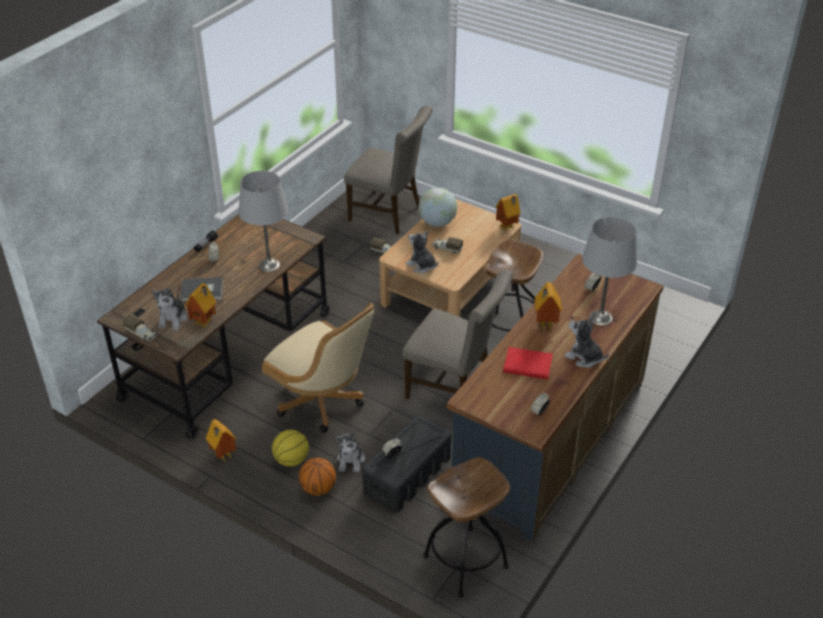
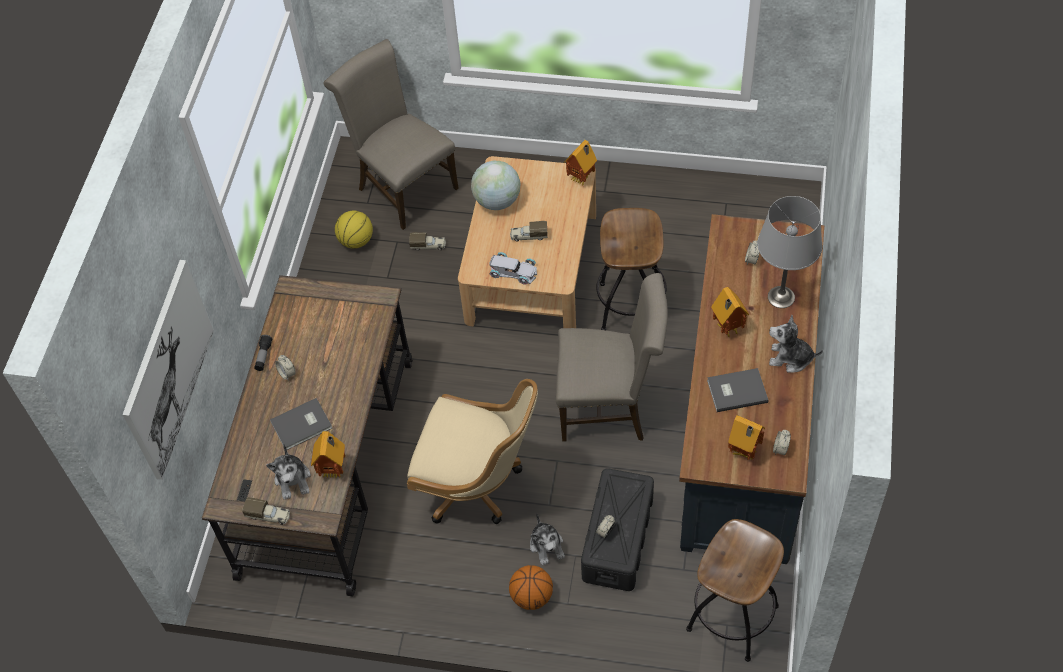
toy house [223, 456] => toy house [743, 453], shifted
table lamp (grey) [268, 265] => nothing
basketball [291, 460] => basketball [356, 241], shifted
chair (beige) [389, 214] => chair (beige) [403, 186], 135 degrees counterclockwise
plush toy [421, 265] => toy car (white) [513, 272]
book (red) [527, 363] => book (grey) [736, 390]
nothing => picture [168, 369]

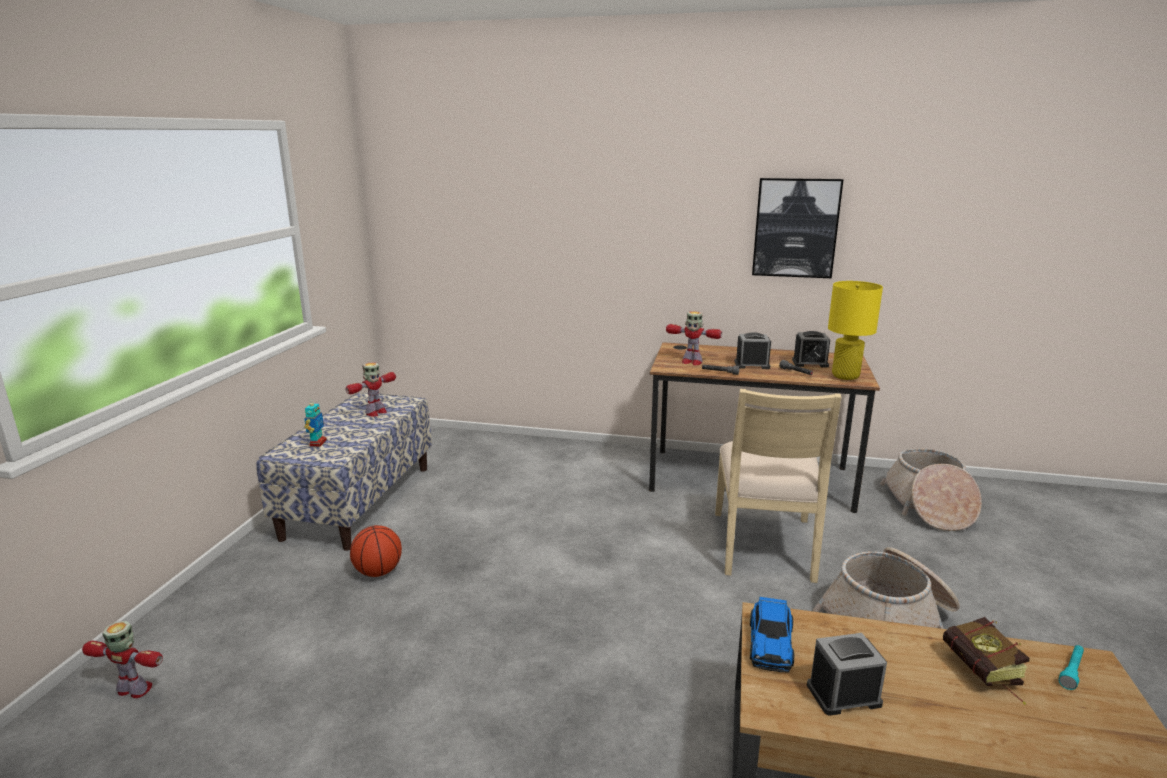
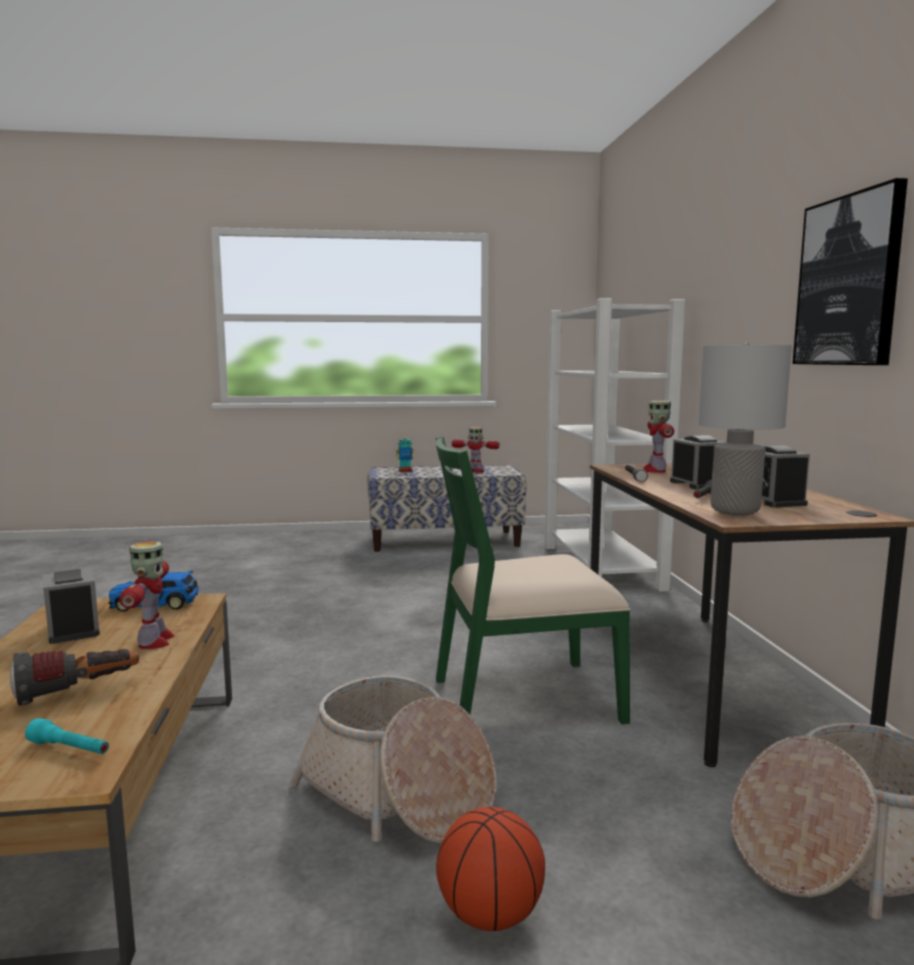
toy robot [135, 690] => toy robot [154, 641], shifted
basketball [378, 572] => basketball [490, 914], shifted
chair (beige) [765, 546] => chair (green) [523, 698]
table lamp (yellow) [845, 377] => table lamp (grey) [735, 513]
book [985, 676] => flashlight [79, 692]
nothing => bookcase (white) [601, 567]

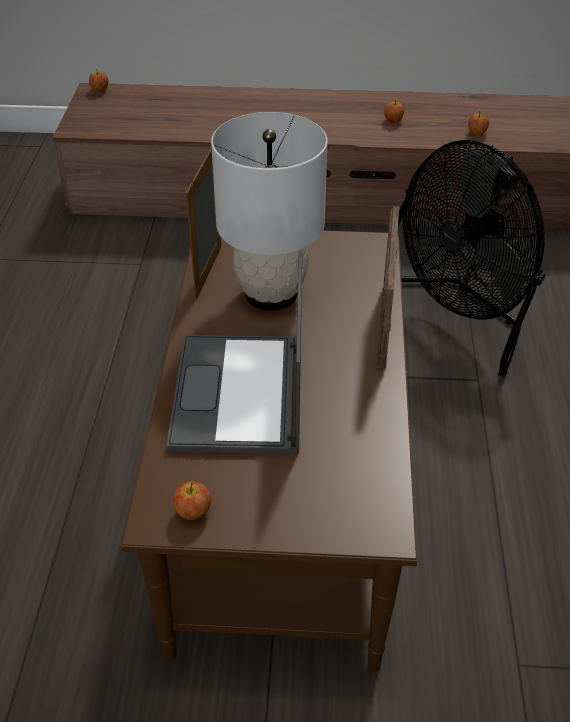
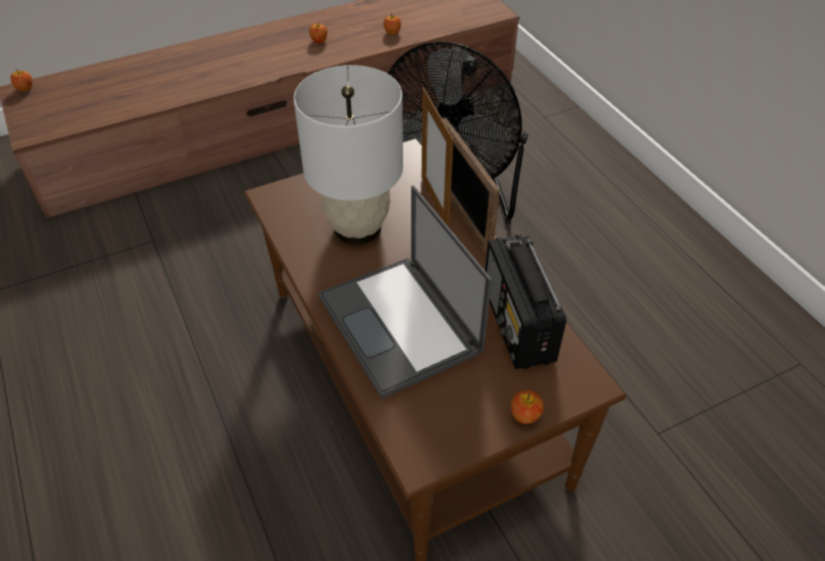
apple [193, 511] => apple [525, 415], shifted
picture frame [209, 272] => picture frame [434, 203], shifted
nothing => radio [518, 325]

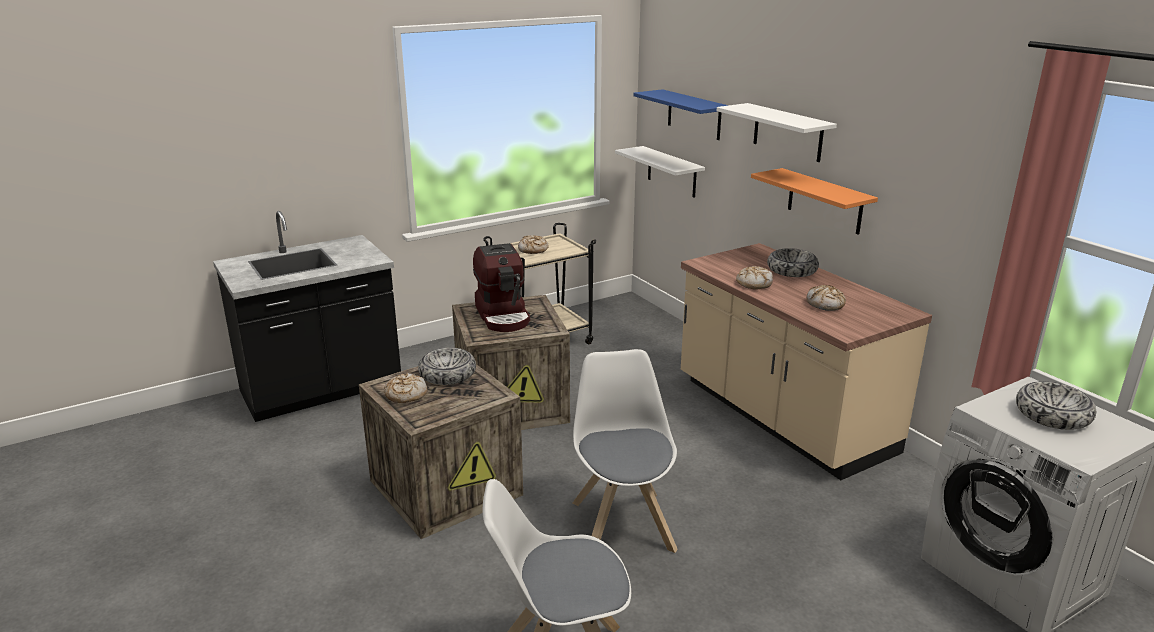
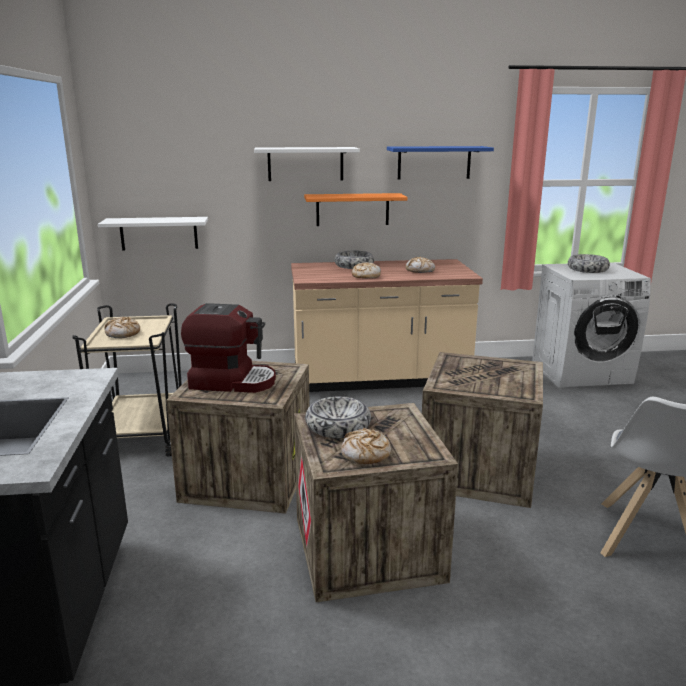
chair [622, 523] => crate [476, 469]
shelf (blue) [694, 114] => shelf (blue) [434, 162], shifted

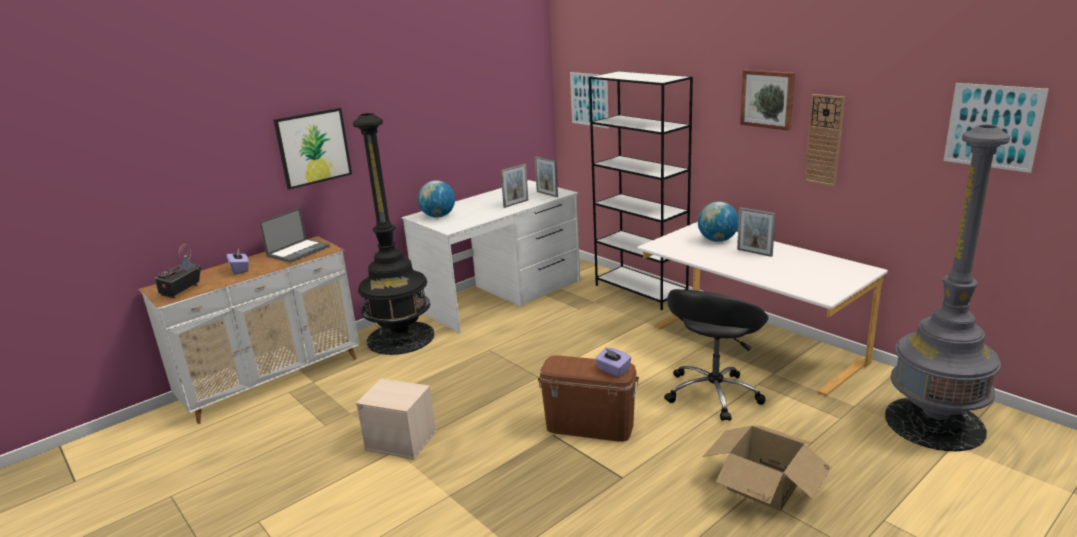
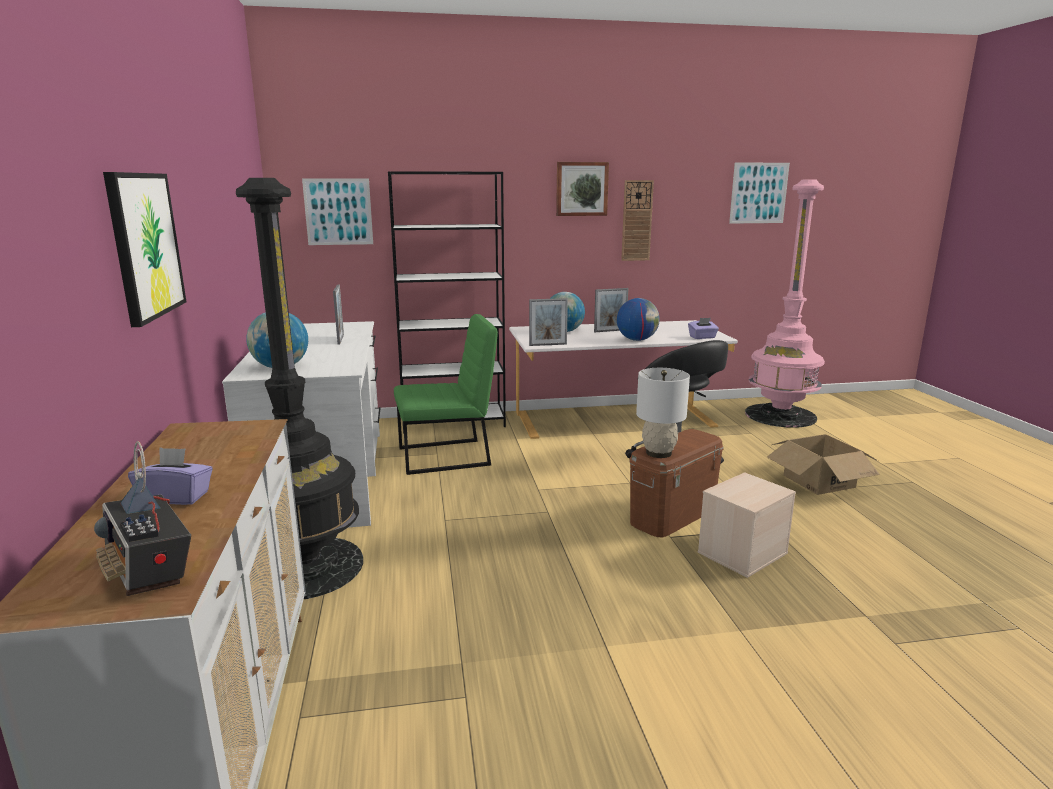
laptop [299, 251] => nothing
storage box (beige) [402, 440] => storage box (beige) [742, 552], shifted
picture frame [547, 194] => picture frame [548, 345], shifted
tissue box (purple) [613, 370] => tissue box (purple) [702, 337], shifted
floor lamp (grey) [934, 423] => floor lamp (pink) [780, 415]
nothing => chair (green) [447, 456]
nothing => globe [636, 340]
nothing => table lamp (white) [658, 453]

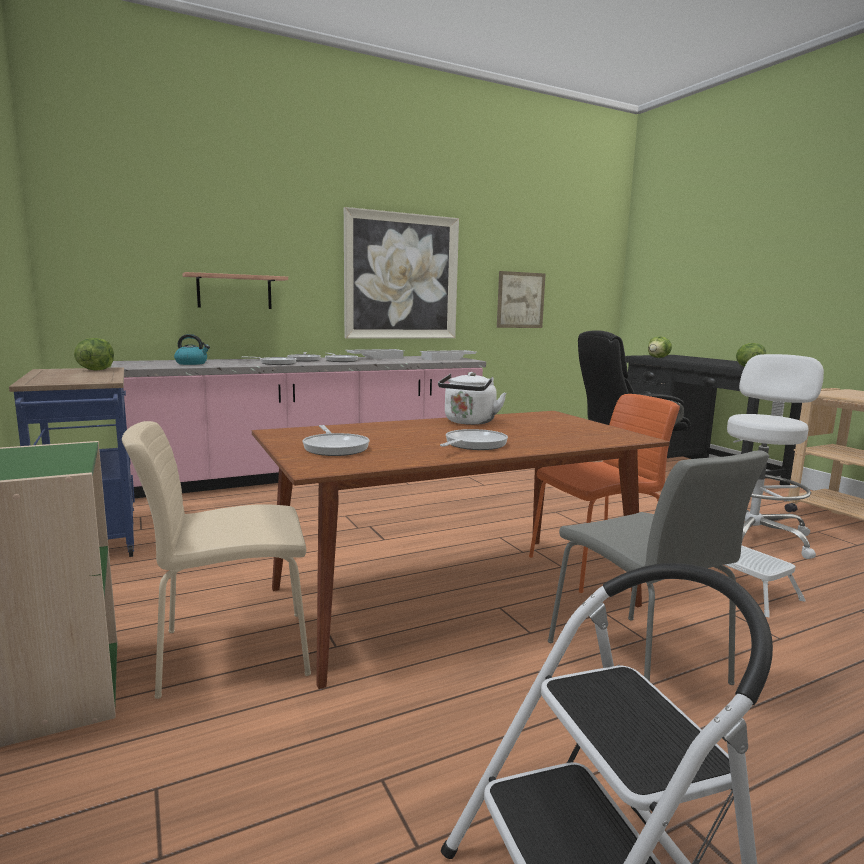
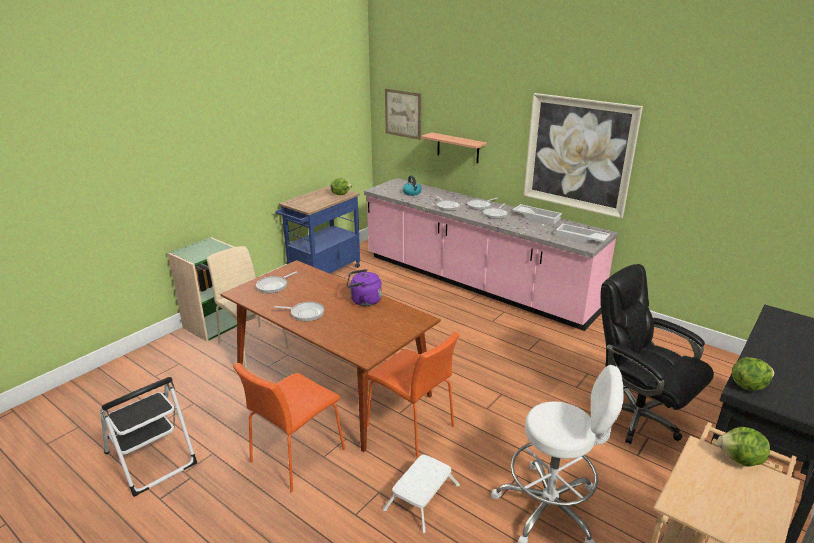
kettle (white) [469, 422] => kettle (purple) [364, 301]
picture [520, 300] => picture [403, 113], shifted
chair (grey) [641, 665] => chair (orange) [295, 457]
lettuce [658, 357] => lettuce [740, 460], shifted

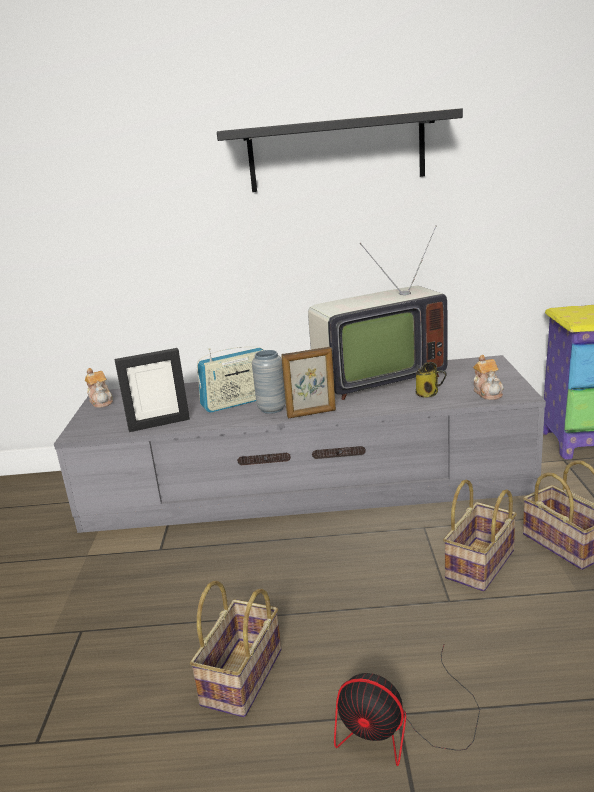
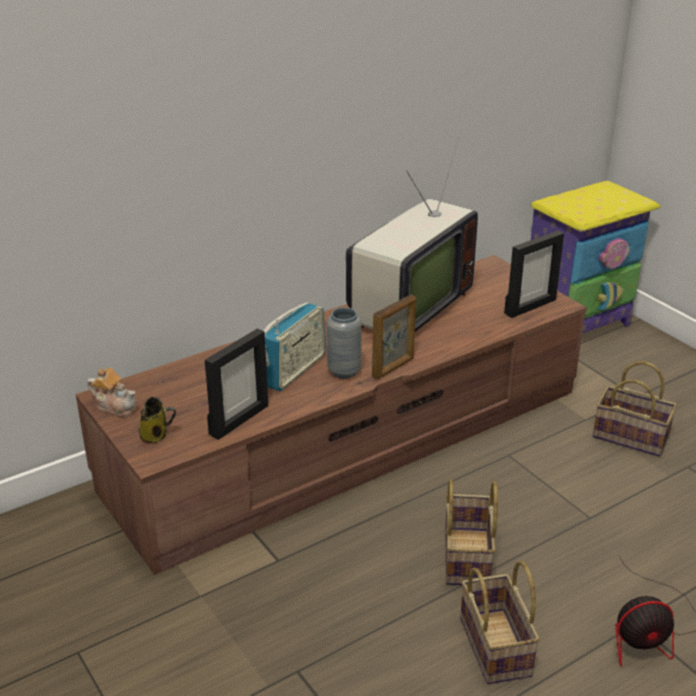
tv stand (grey) [306, 481] => tv stand (brown) [348, 436]
shelf (black) [336, 152] => nothing
mug [428, 394] => mug [155, 435], shifted
basket [480, 566] => basket [468, 559], shifted
teapot [488, 392] => picture frame [530, 306]

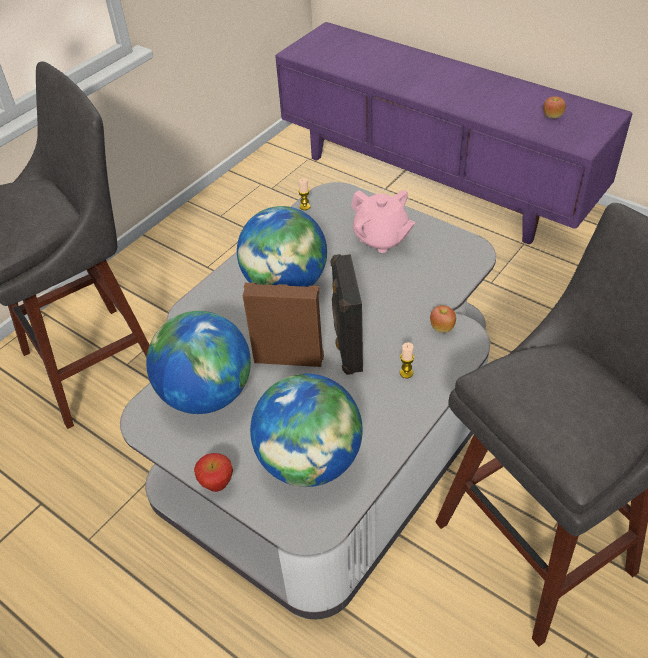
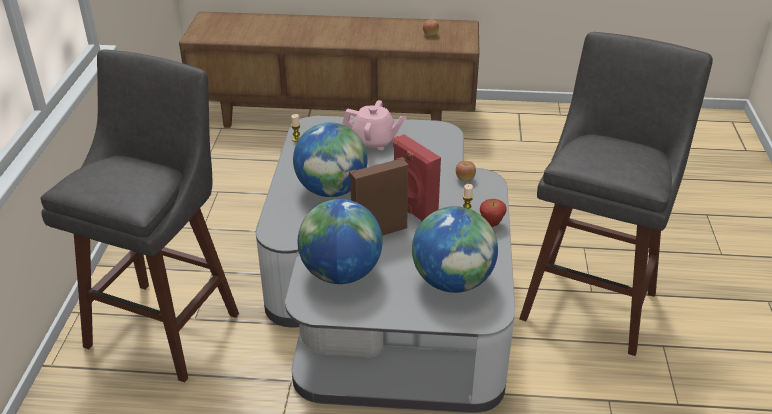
apple [217, 485] => apple [491, 224], shifted
tv stand (purple) [436, 176] => tv stand (brown) [336, 112]
speaker (black) [346, 348] => speaker (red) [413, 211]

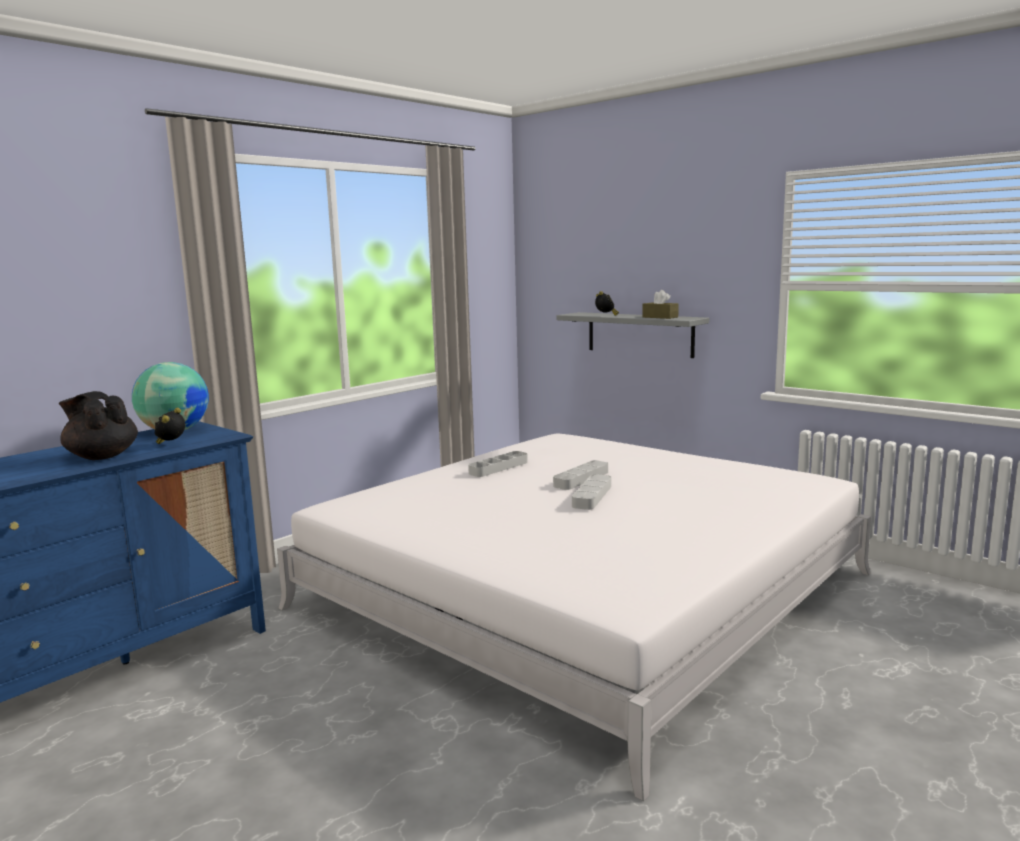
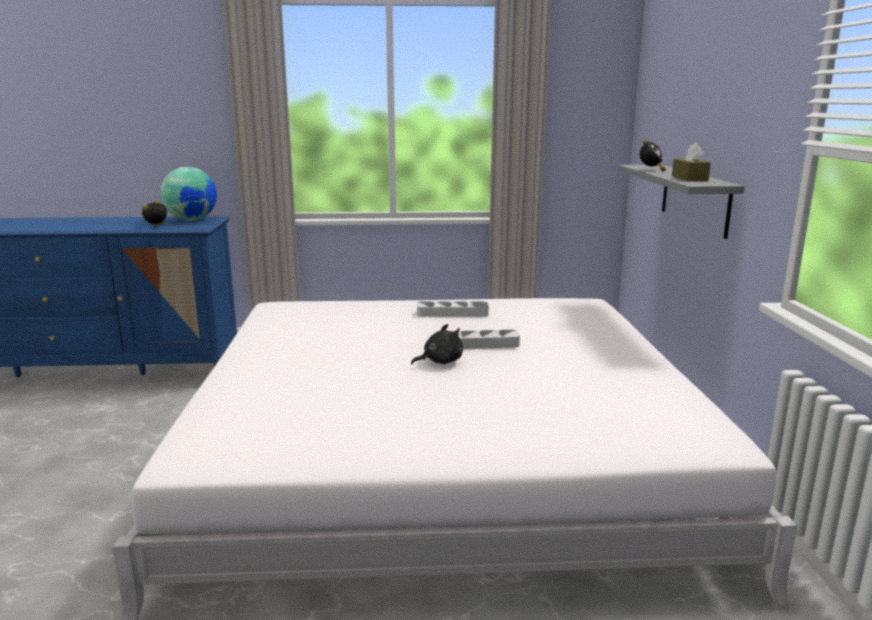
teapot (black) [102, 456] => nothing
tray (grey) [592, 496] => plush toy (black) [440, 361]

